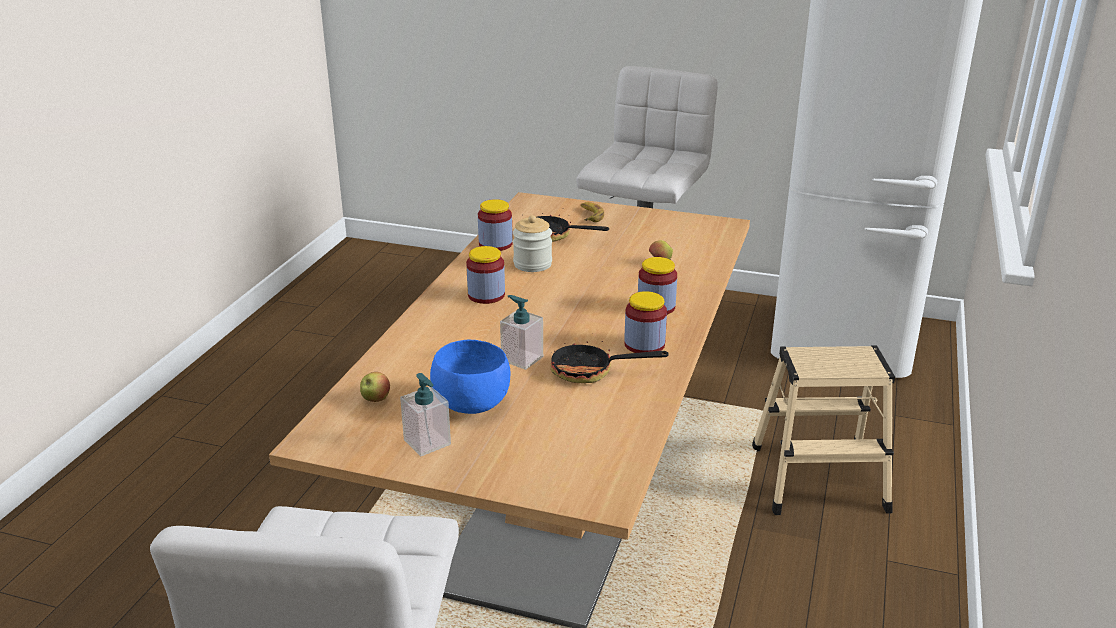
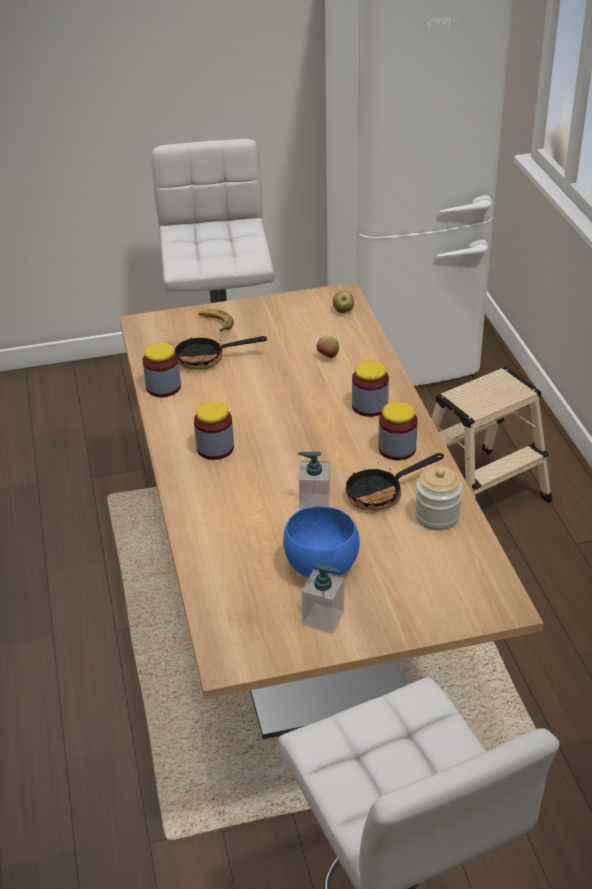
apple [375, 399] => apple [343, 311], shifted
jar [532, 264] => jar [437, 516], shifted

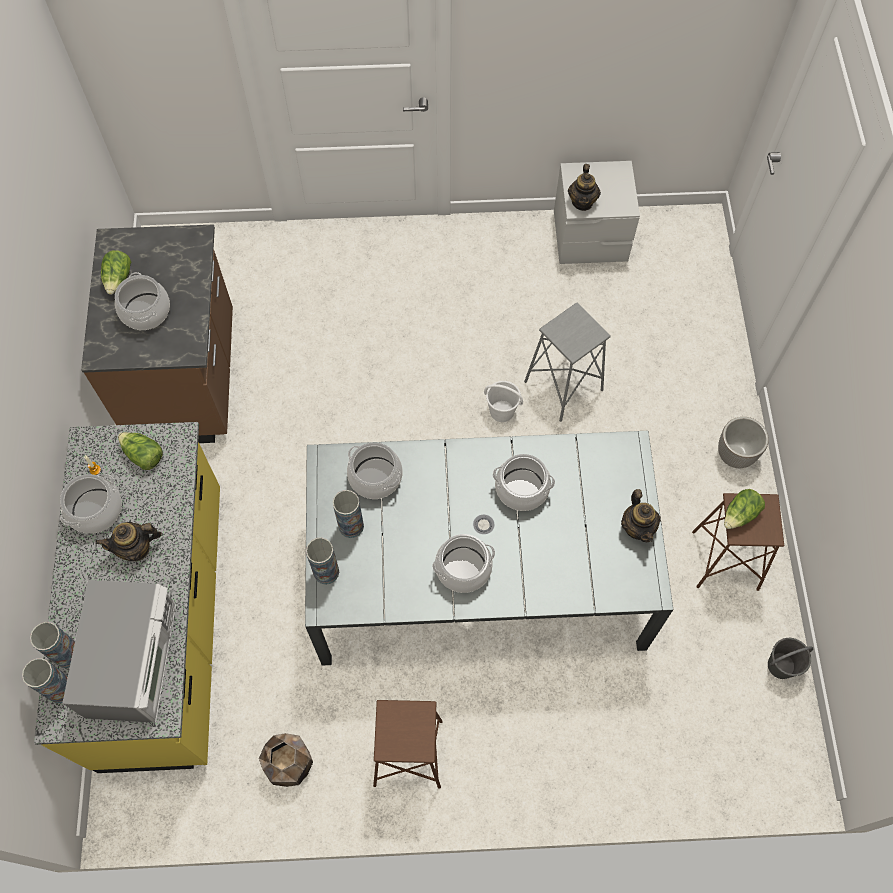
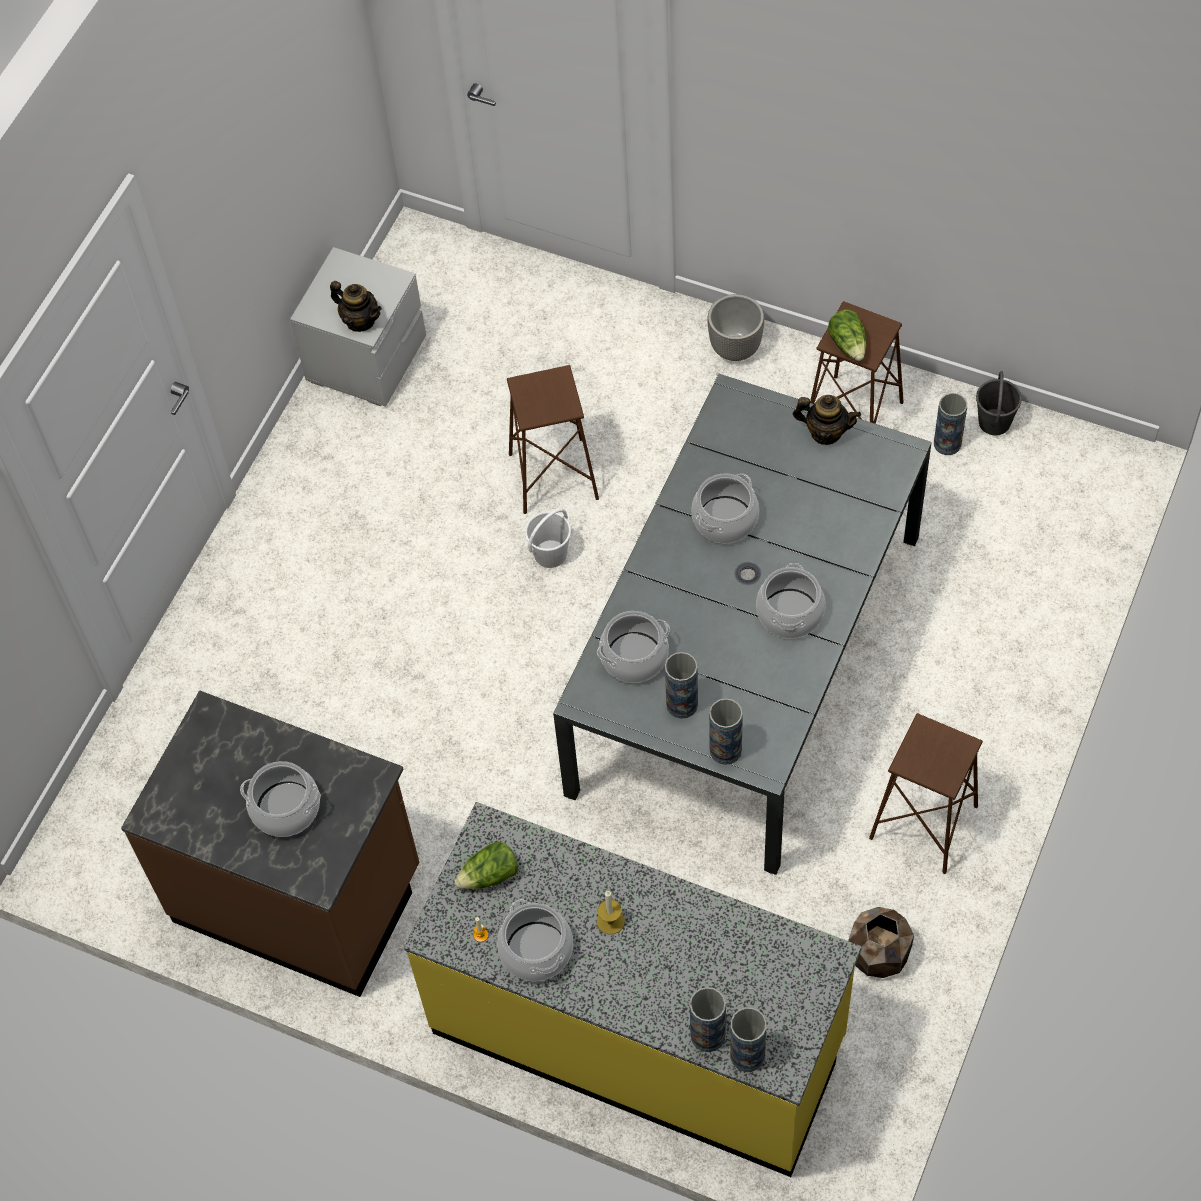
microwave [134, 659] => nothing
teapot [136, 548] => candle [610, 921]
lettuce [118, 279] => nothing
stool (grey) [563, 386] => stool (brown) [553, 476]
nothing => vase [947, 443]

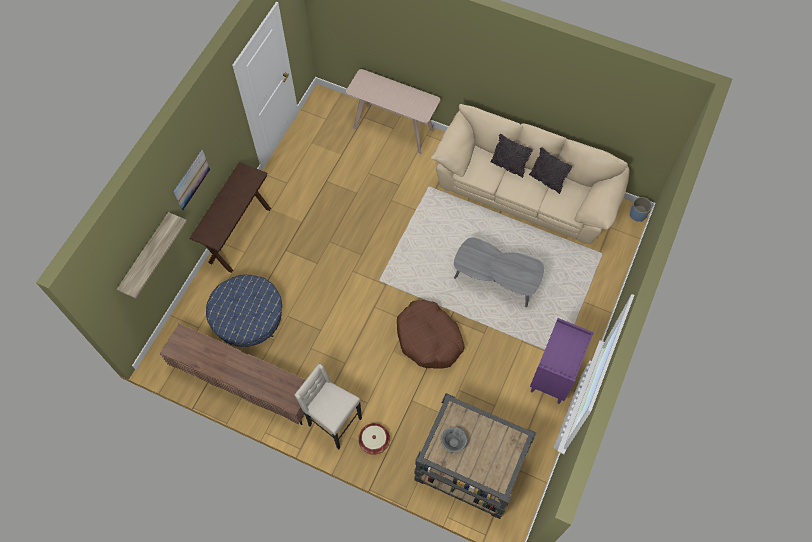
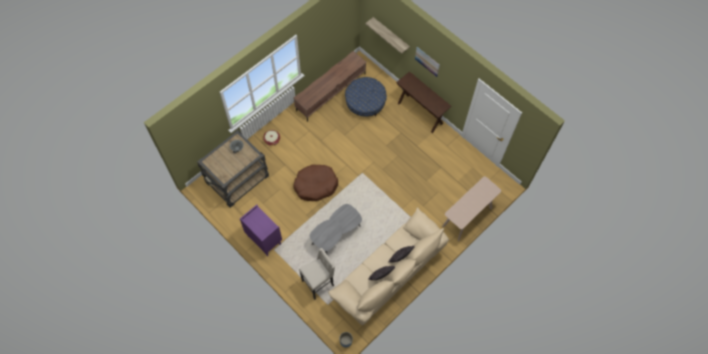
stool (beige) [333, 422] => stool (beige) [318, 283], shifted

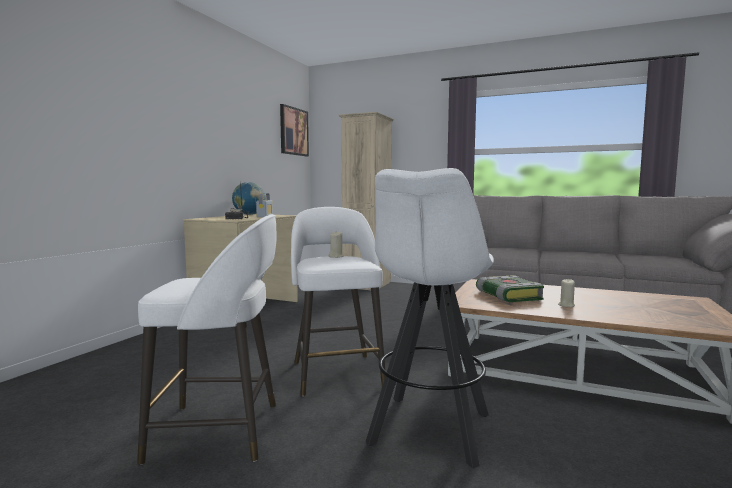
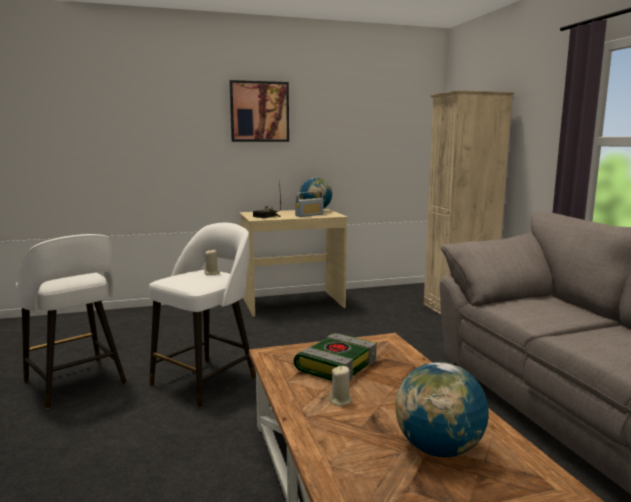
picture [293, 131] => picture [259, 111], shifted
stool (white) [428, 430] => nothing
nothing => globe [438, 449]

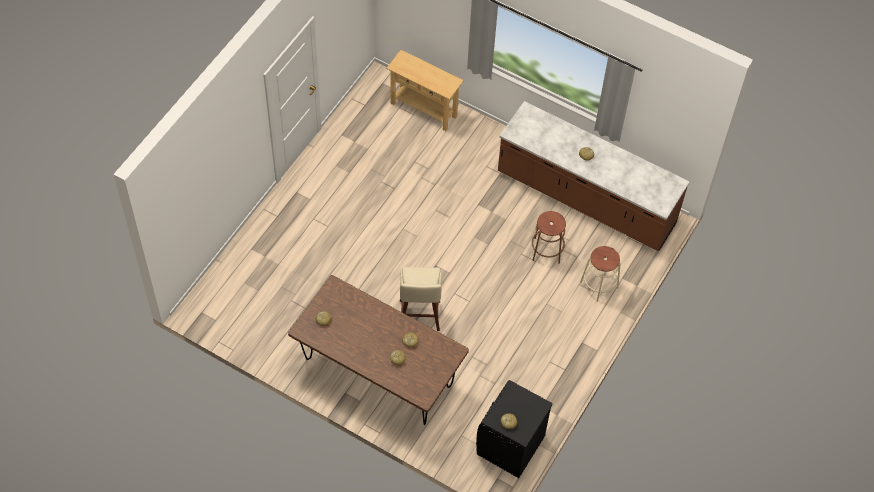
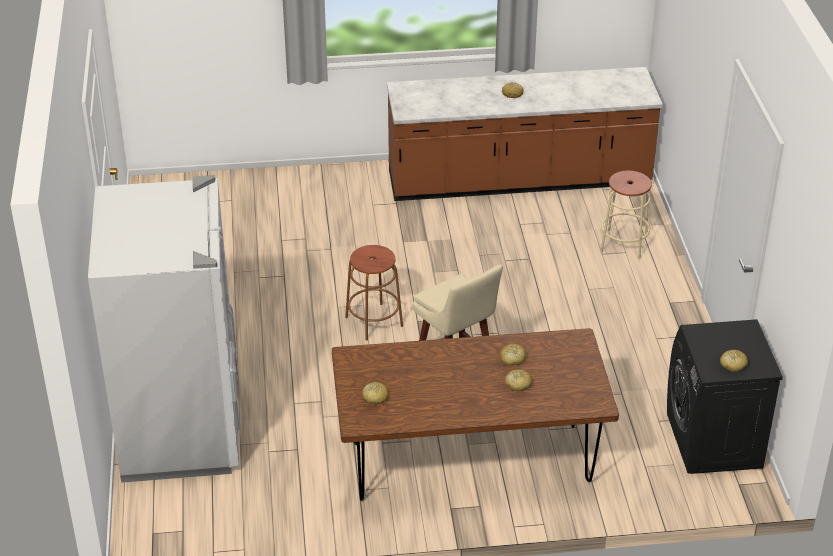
console table (beige) [423, 109] => nothing
stool (brown) [546, 250] => stool (brown) [374, 321], shifted
nothing => fridge (white) [182, 427]

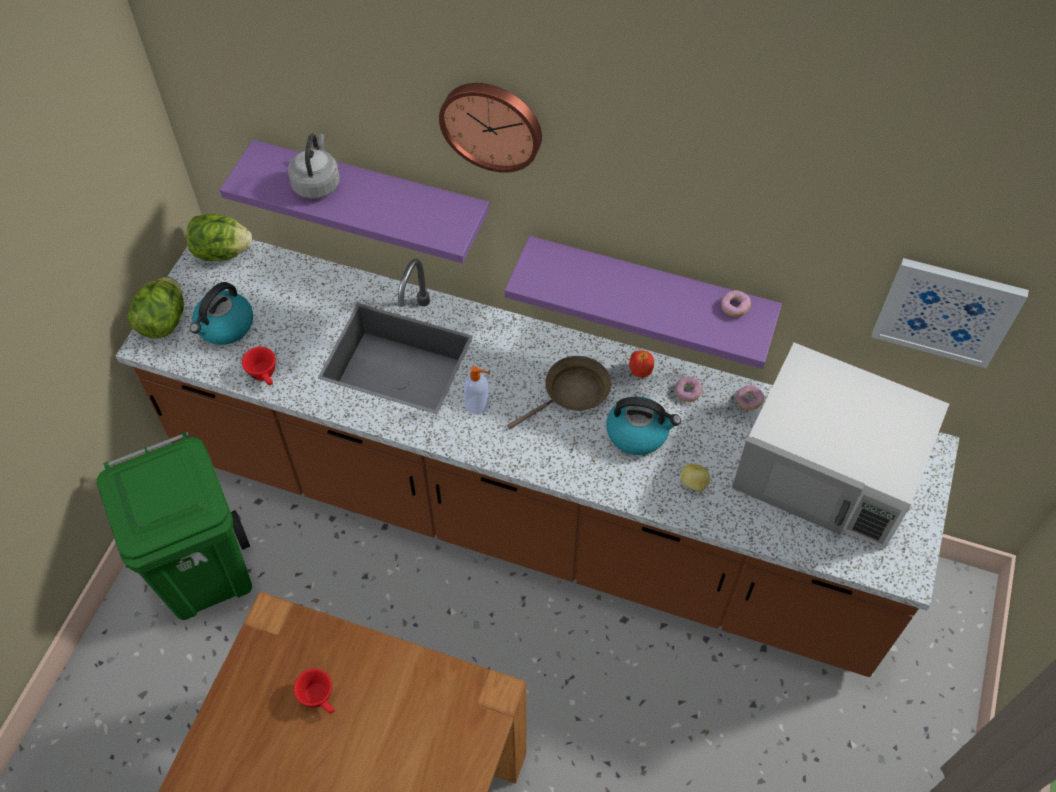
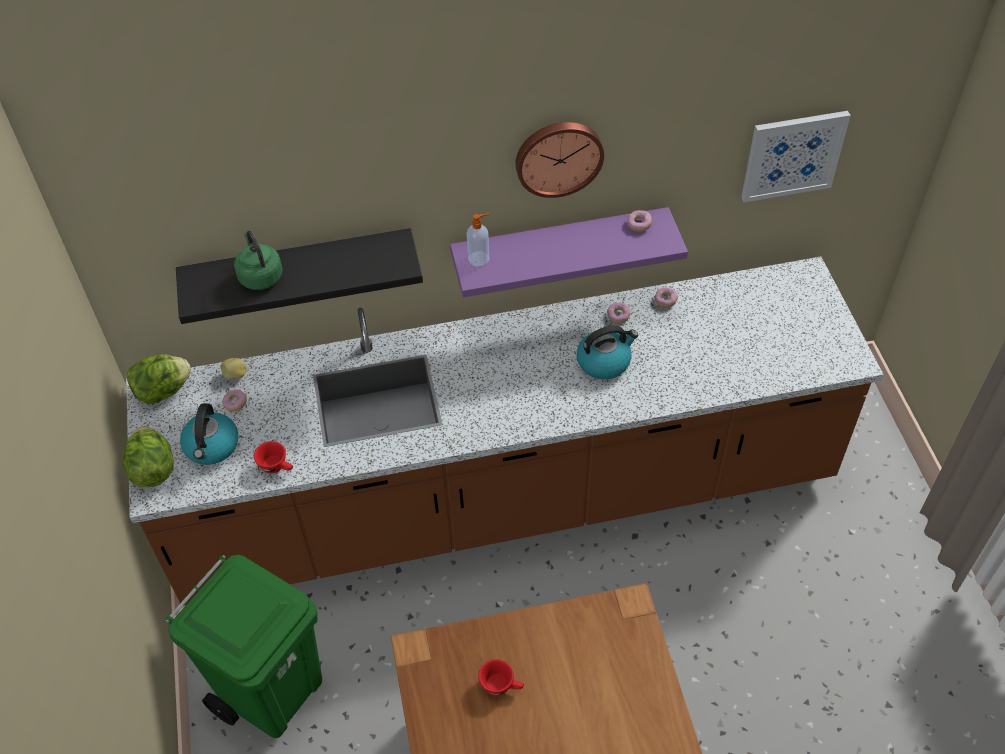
shelf (purple) [372, 194] => shelf (black) [299, 269]
kettle (grey) [317, 183] => kettle (green) [260, 275]
wall clock [492, 124] => wall clock [558, 157], shifted
soap dispenser [478, 405] => soap dispenser [479, 258], shifted
frying pan (brown) [572, 394] => nothing
apple [640, 372] => nothing
potato [694, 484] => potato [236, 375], shifted
microwave (white) [829, 470] => nothing
nothing => donut [235, 403]

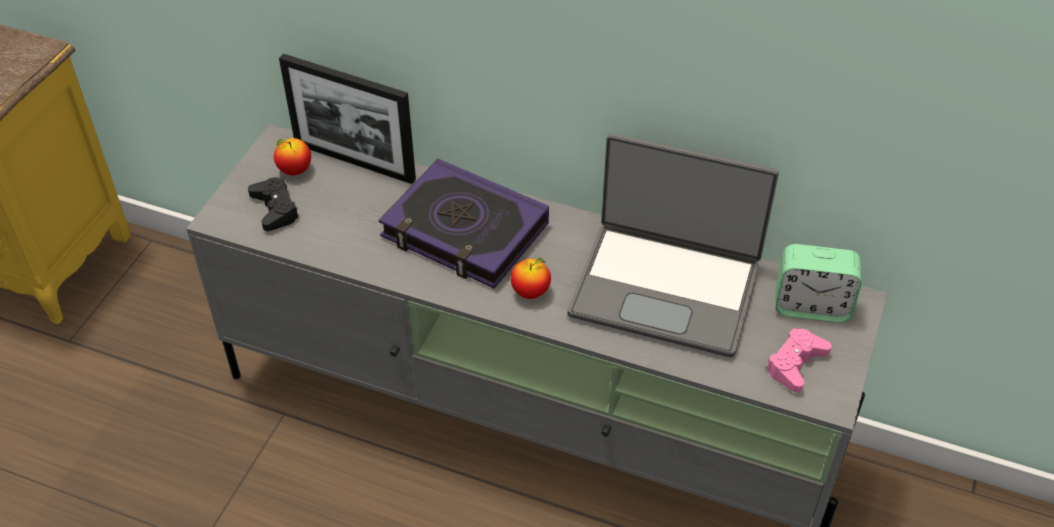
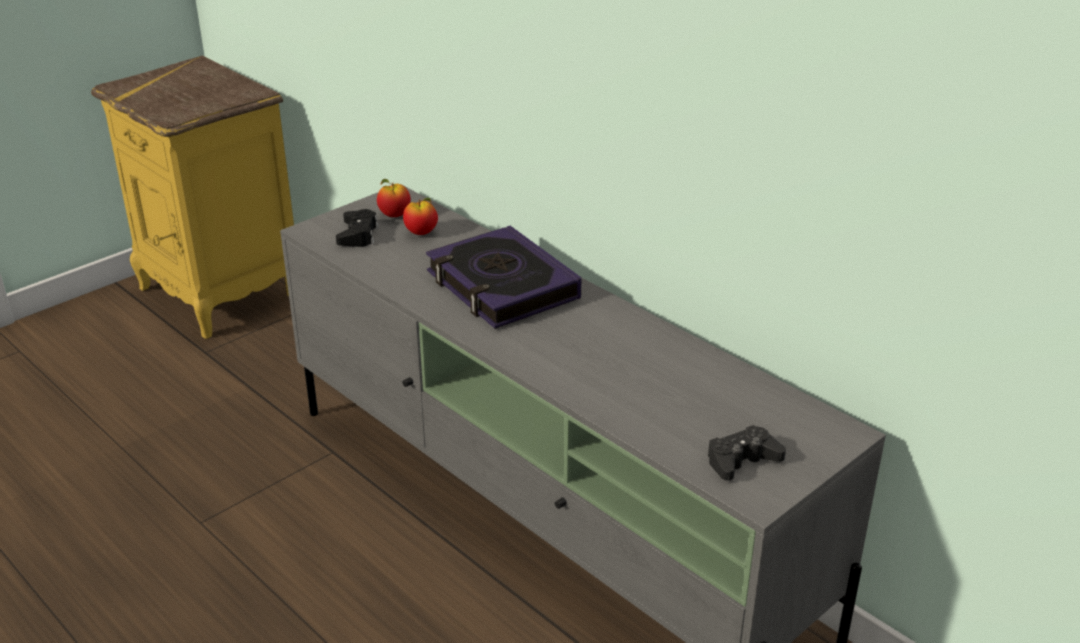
picture frame [354, 161] => nothing
apple [530, 292] => apple [421, 233], shifted
laptop [666, 288] => nothing
game controller (pink) [795, 364] => game controller (black) [742, 460]
alarm clock [811, 306] => nothing

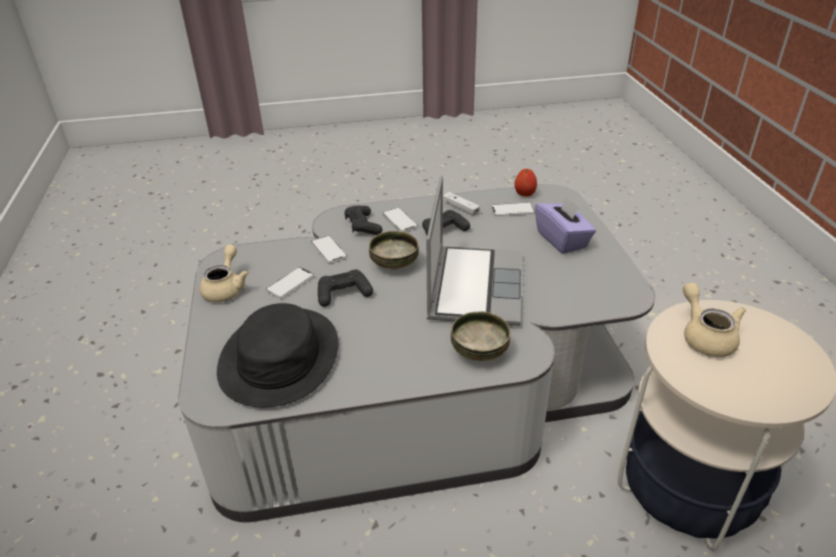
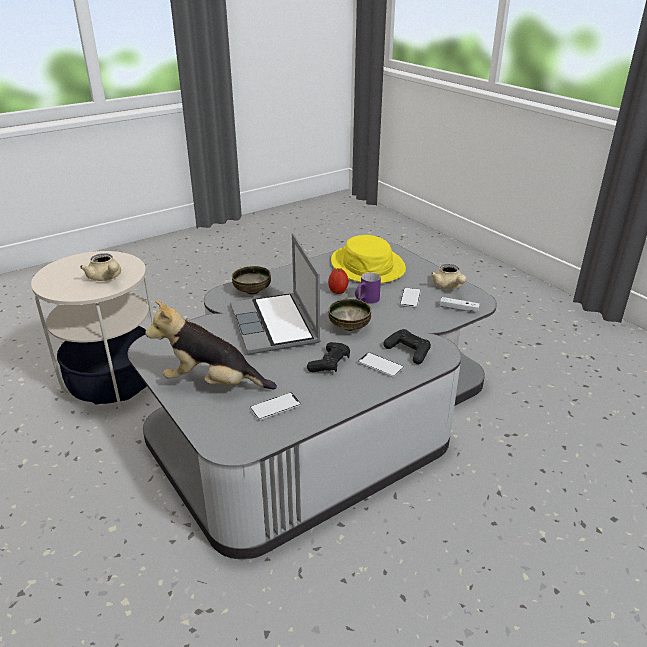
hat (black) [279, 357] => hat (yellow) [368, 265]
phone [329, 250] => nothing
game controller (black) [343, 294] => mug (purple) [366, 300]
game controller (white) [460, 208] => game controller (white) [458, 309], shifted
apple [524, 194] => apple [338, 291], shifted
tissue box (purple) [562, 239] => plush toy [213, 383]

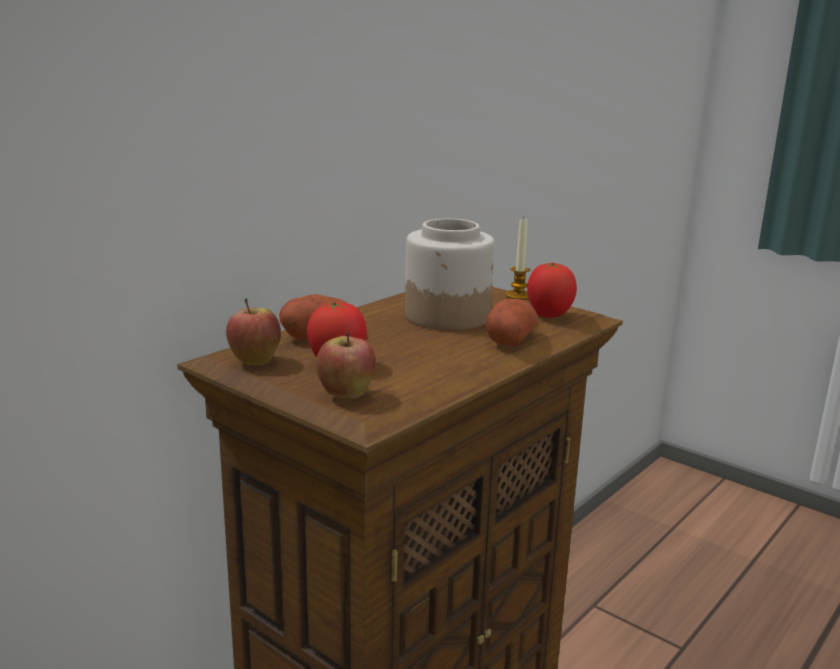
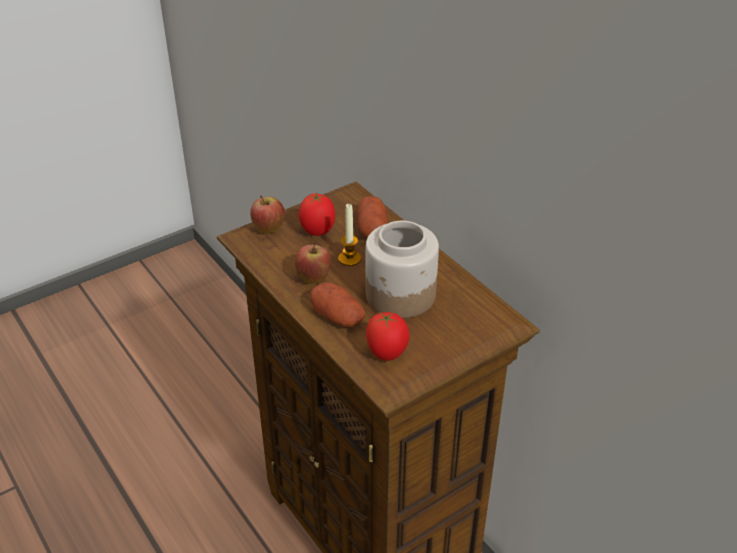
apple [255, 362] => apple [313, 279], shifted
candle [518, 296] => candle [349, 259], shifted

